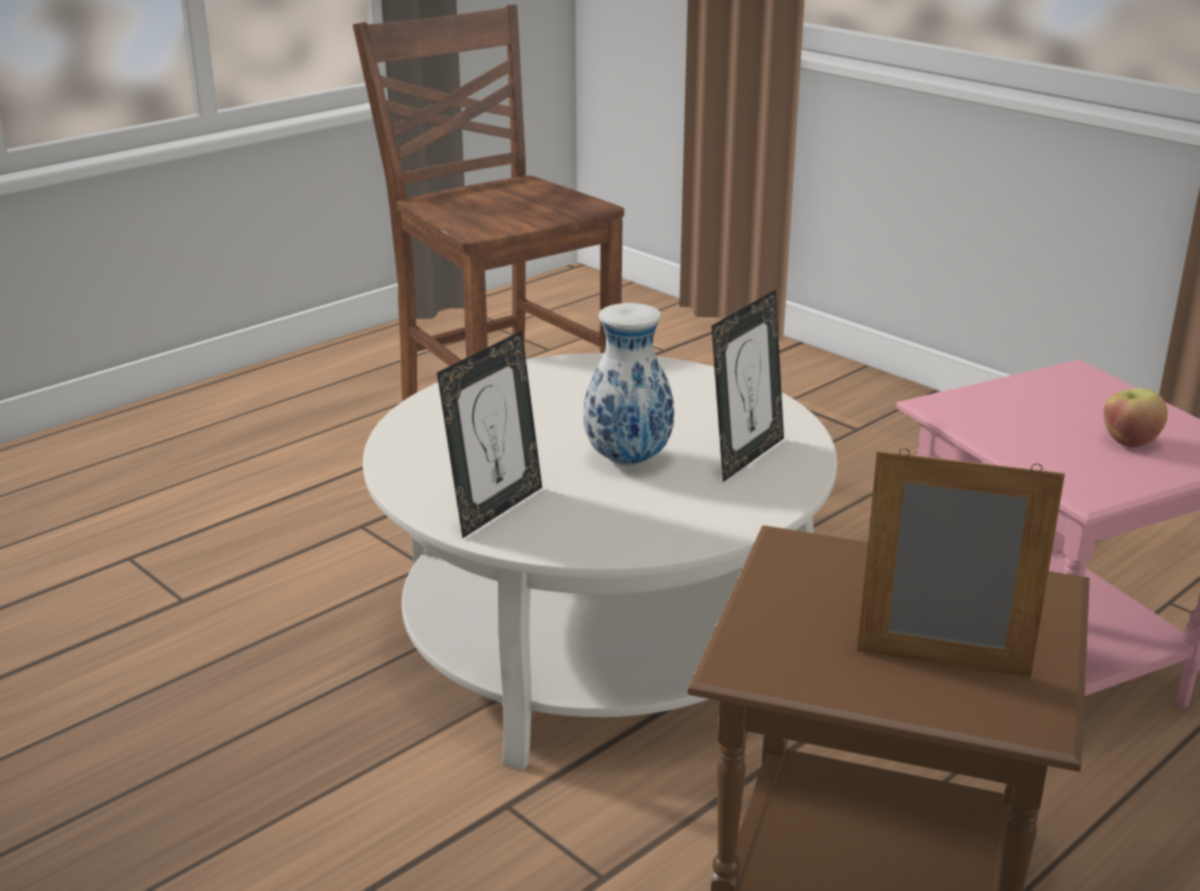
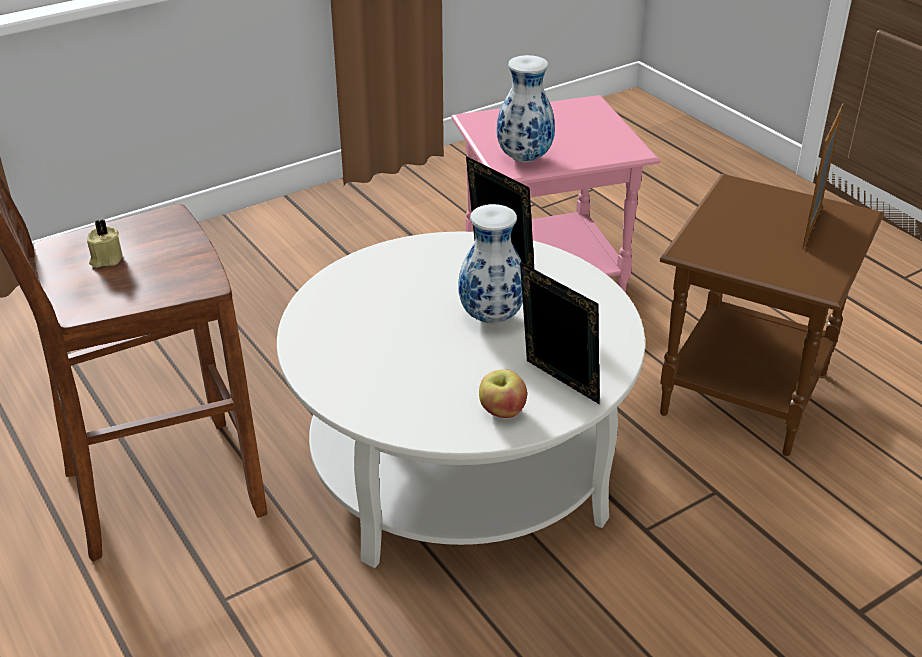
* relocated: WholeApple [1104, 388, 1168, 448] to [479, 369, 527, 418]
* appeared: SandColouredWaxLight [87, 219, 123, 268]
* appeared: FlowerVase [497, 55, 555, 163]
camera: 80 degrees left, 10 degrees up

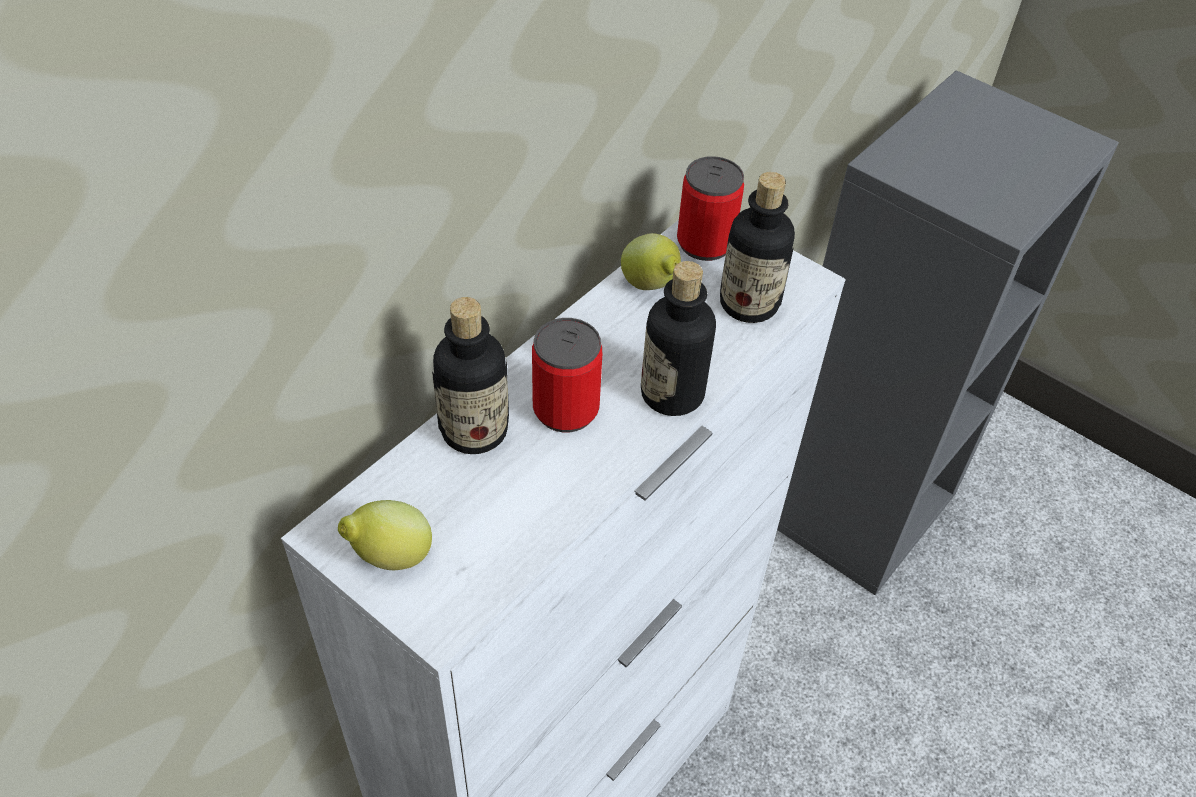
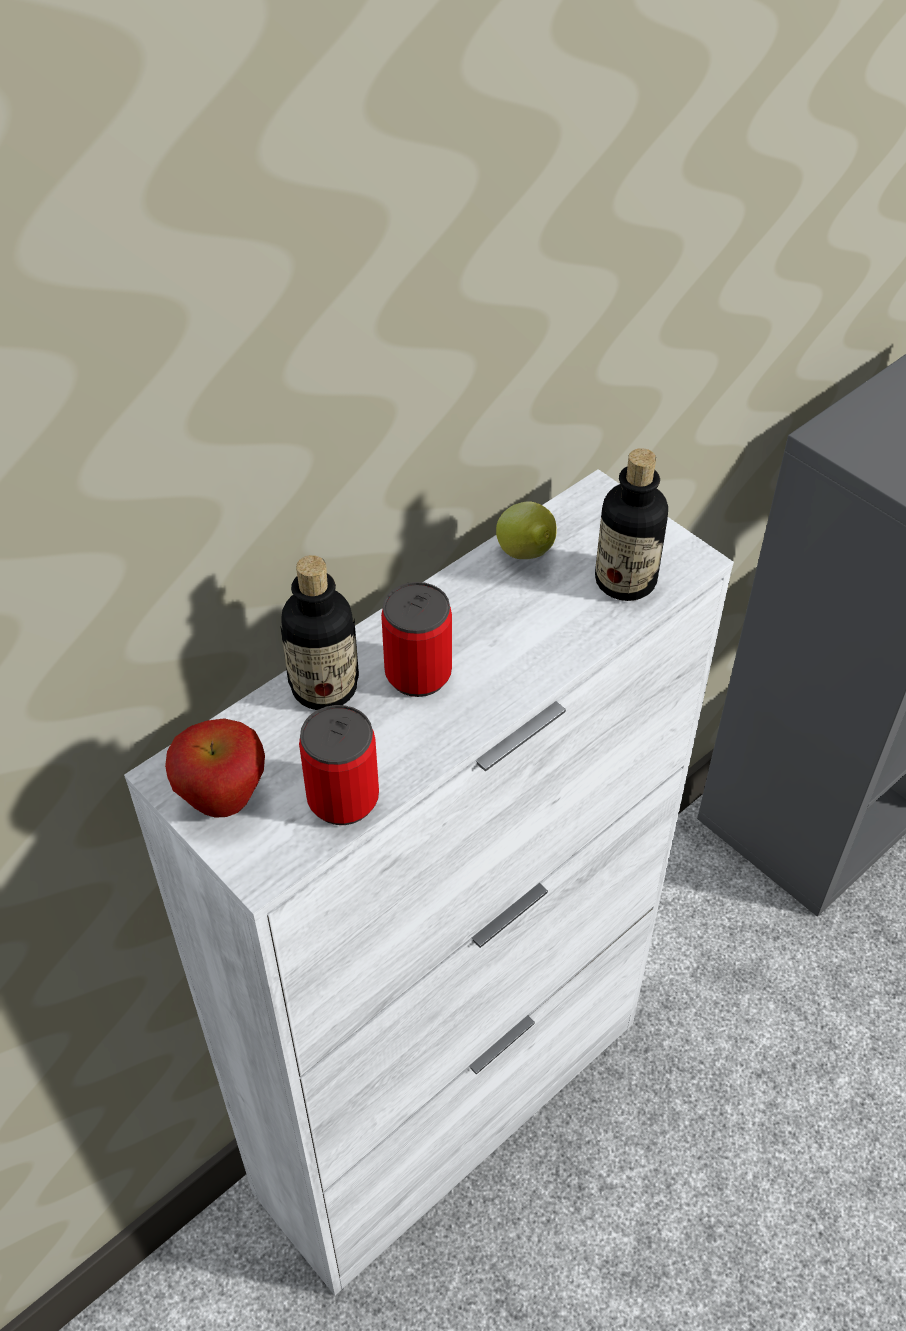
* exchanged: Lemon [338, 500, 432, 570] to WholeApple [165, 718, 265, 818]
* missing: Bottle [641, 261, 716, 416]
* relocated: MetalCan [677, 156, 744, 261] to [299, 705, 379, 825]
camera: 10 degrees right, 0 degrees up

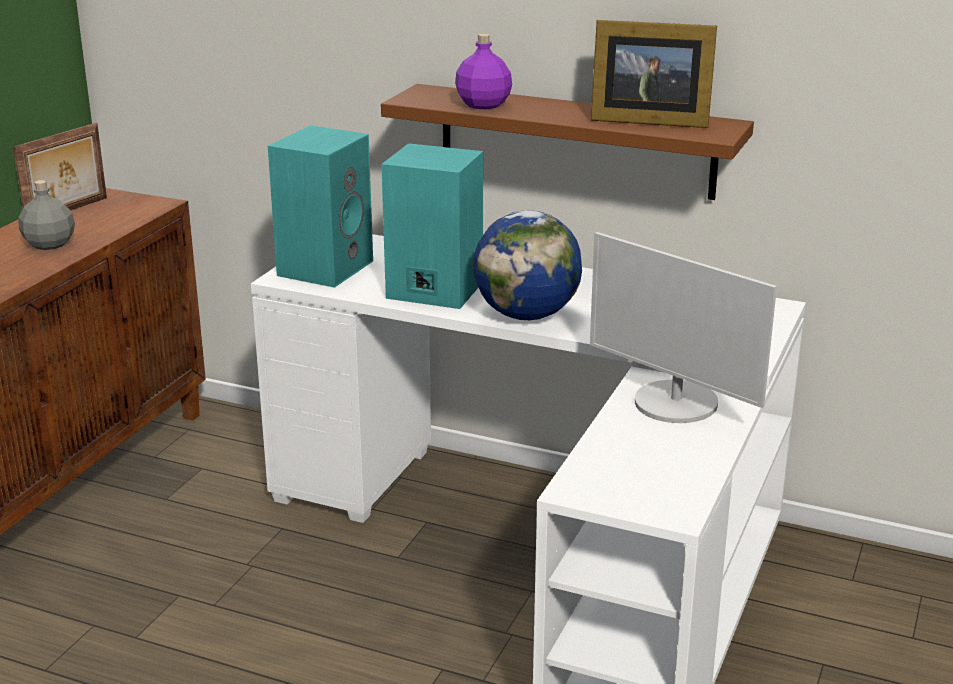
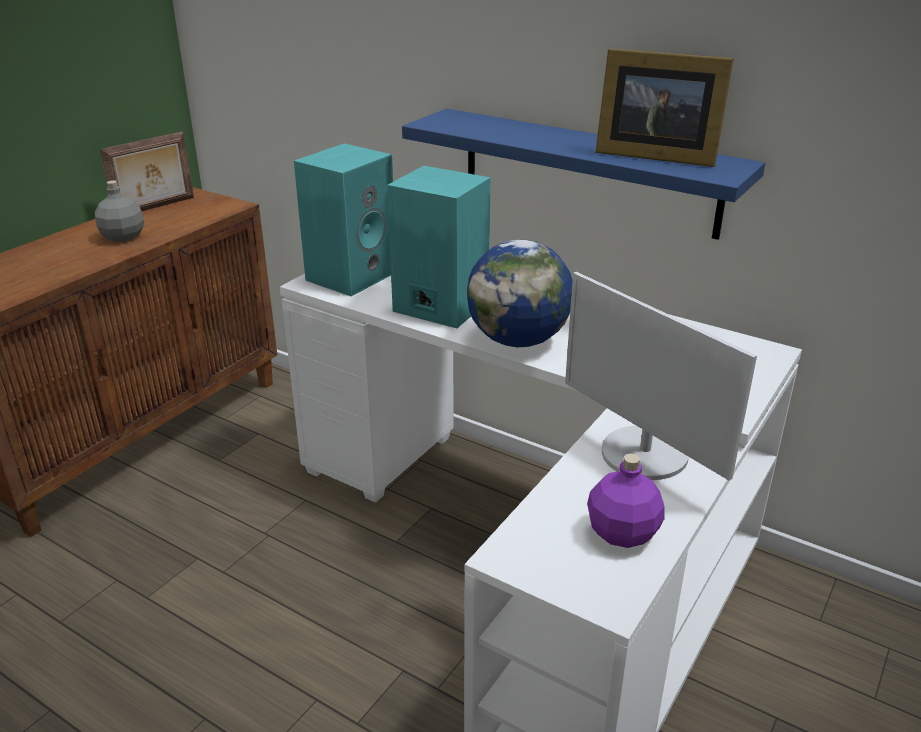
* colour: BrownColouredBracketShelf [381, 84, 754, 200] to BluishBracketShelf [402, 109, 765, 240]
* relocated: PurplishBottle [455, 34, 512, 109] to [587, 453, 665, 548]
camera: 10 degrees right, 5 degrees up

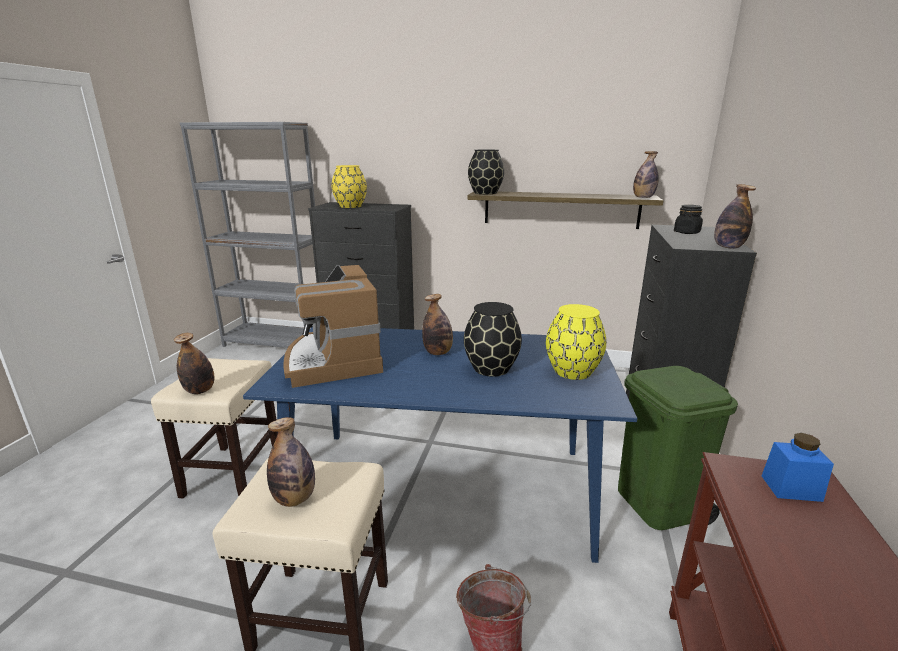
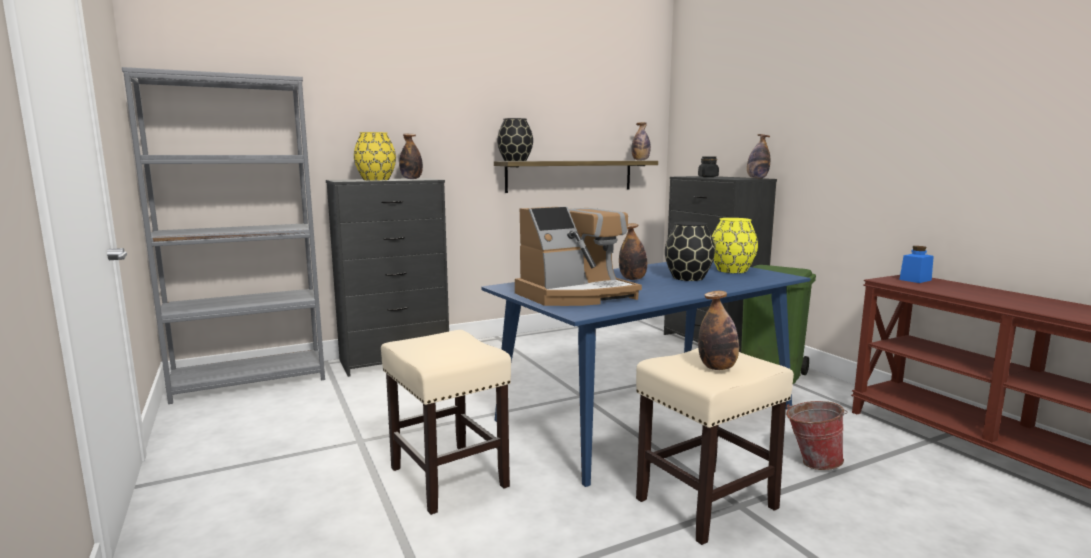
* relocated: Bottle [174, 333, 214, 394] to [399, 133, 423, 179]
* spun: CoffeeMachine [283, 265, 383, 388] = [515, 207, 642, 306] 60 degrees counterclockwise
camera: 40 degrees left, 10 degrees down

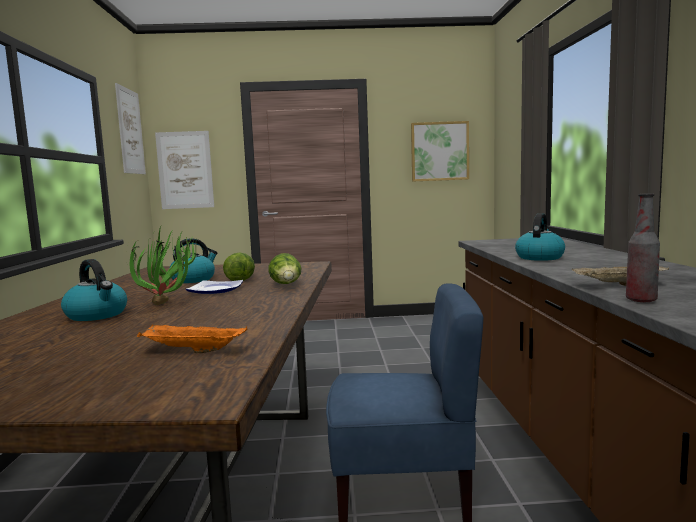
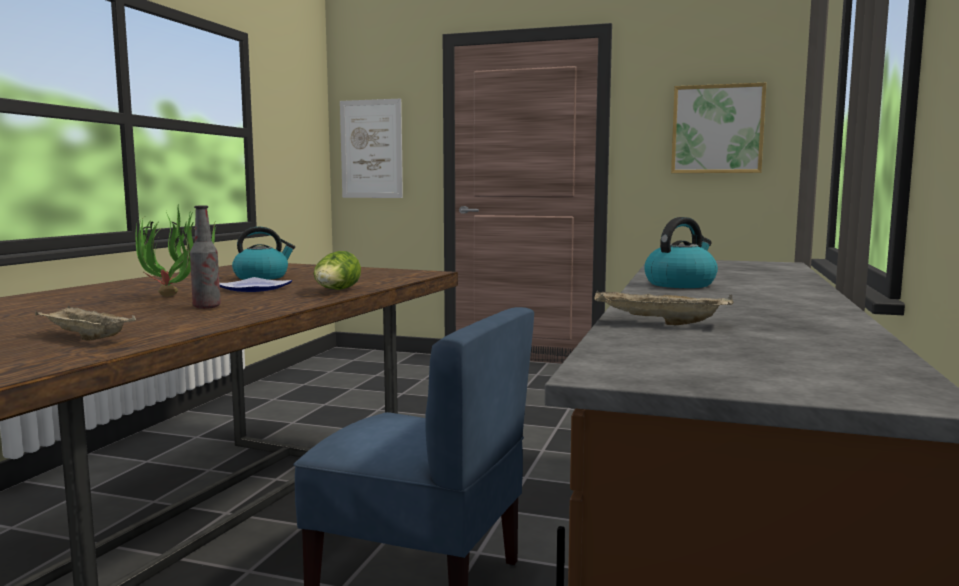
* missing: TeaKettle [61, 259, 127, 321]
* missing: WallArt [115, 83, 146, 174]
* colour: OrangeyTray [137, 324, 248, 353] to SandColouredTray [35, 305, 136, 341]
* missing: HeadOfLettuce [223, 252, 255, 281]
* relocated: Bottle [626, 194, 660, 302] to [190, 206, 221, 309]
camera: 20 degrees right, 0 degrees up

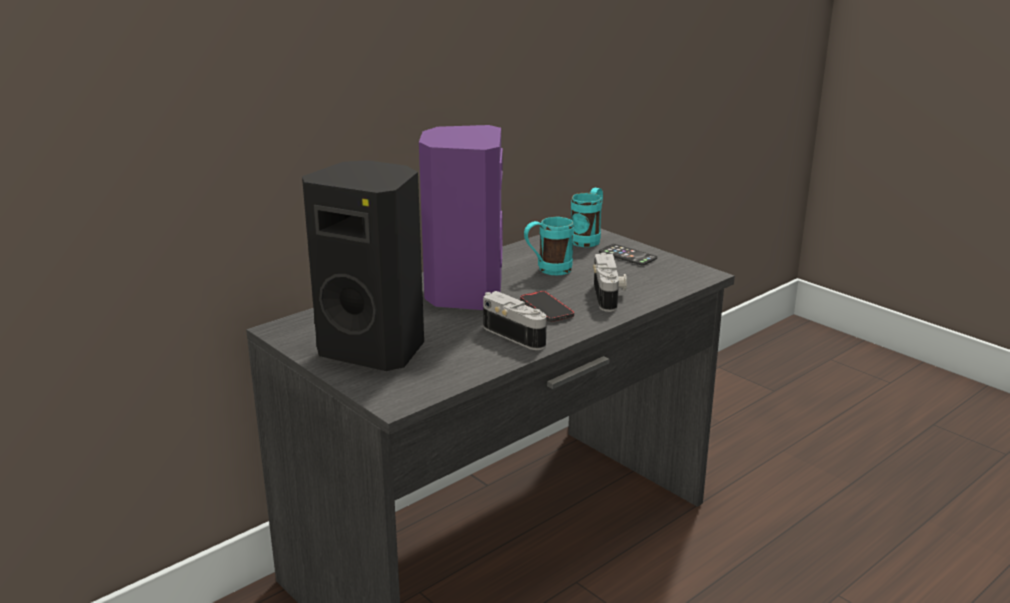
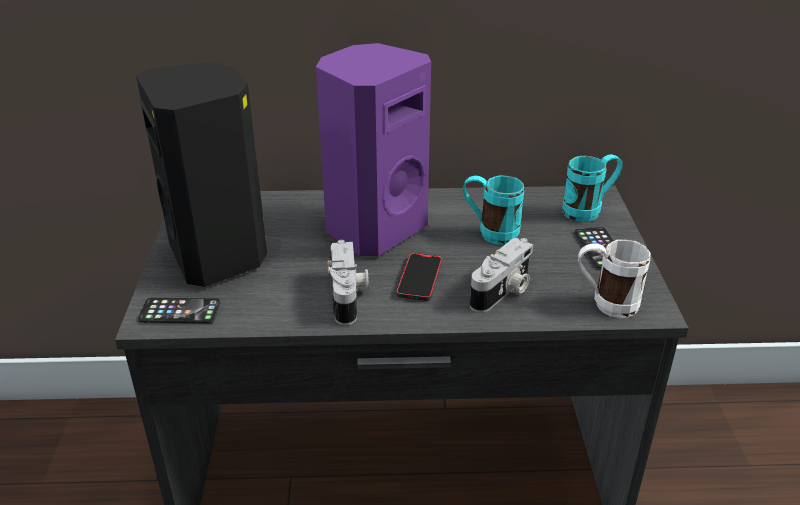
* appeared: Telephone [138, 298, 221, 323]
* appeared: WhiteColouredTeaMug [578, 239, 651, 318]
camera: 40 degrees right, 10 degrees up

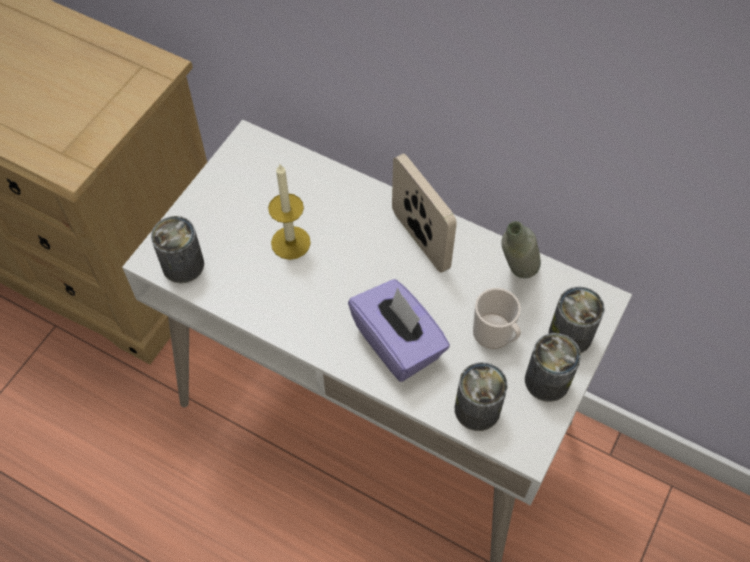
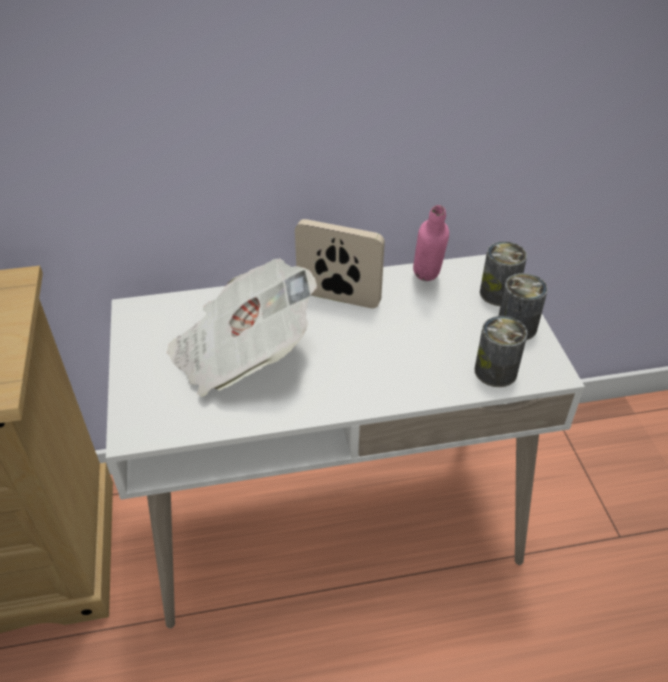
* missing: MetalCan [151, 216, 204, 283]
* exchanged: WaxLight [268, 163, 311, 260] to DailyPaper [167, 258, 317, 397]
* missing: PurplishTissueHolder [348, 279, 450, 382]
* missing: TeaMug [473, 288, 521, 349]
* colour: GrayBottle [501, 221, 541, 278] to PinkColouredBottle [413, 205, 449, 281]
camera: 40 degrees left, 15 degrees down

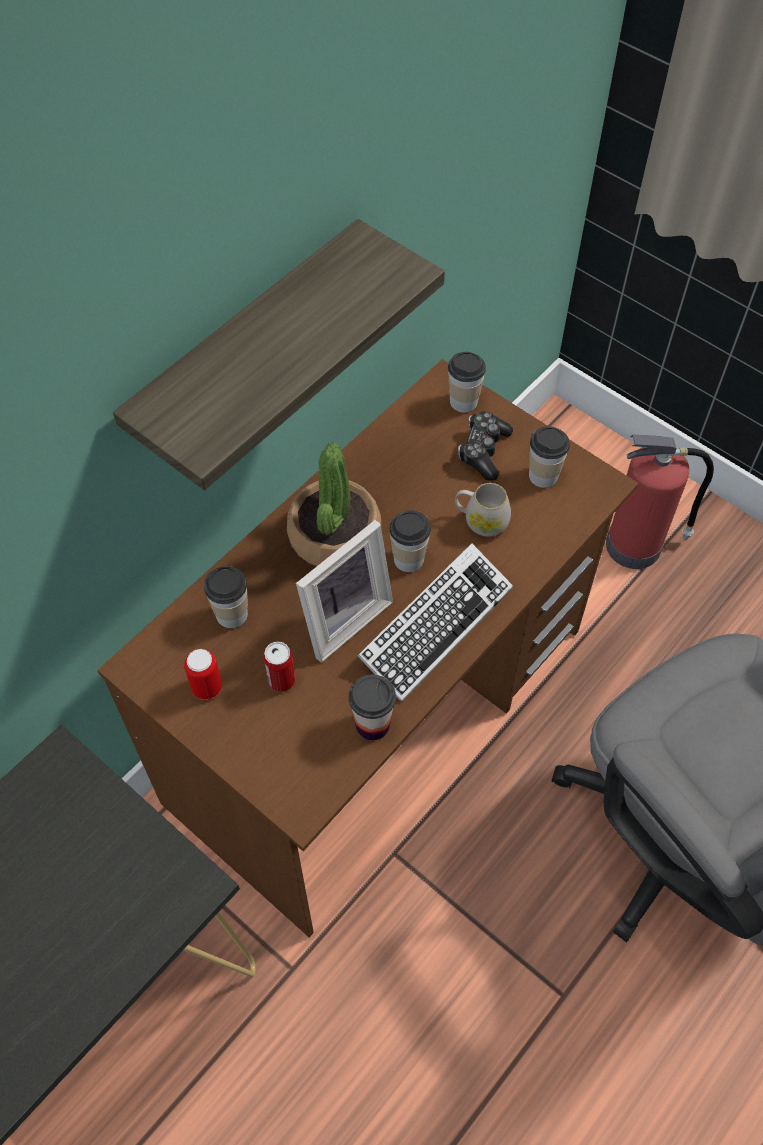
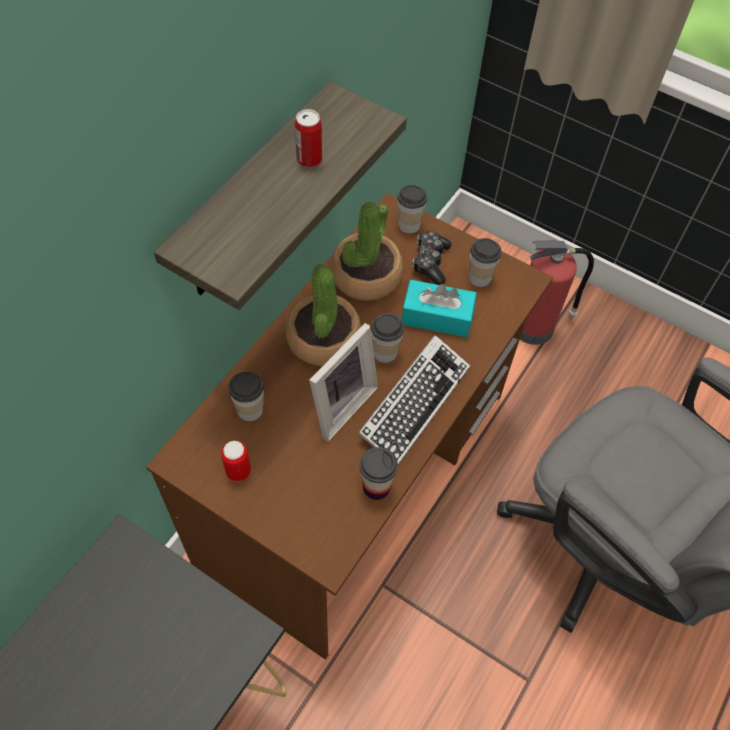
* relocated: MetalCan [264, 642, 295, 692] to [295, 109, 322, 167]
* exchanged: WhiteColouredTeaMug [455, 483, 511, 536] to BlueGreenTissueHolder [402, 280, 477, 337]
* appeared: Houseplant [331, 202, 403, 301]
camera: 10 degrees left, 0 degrees up

